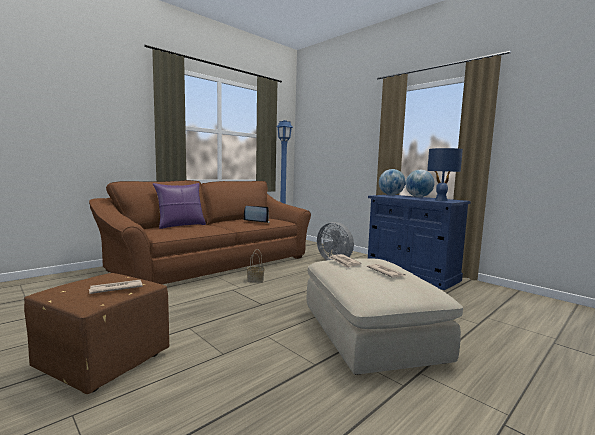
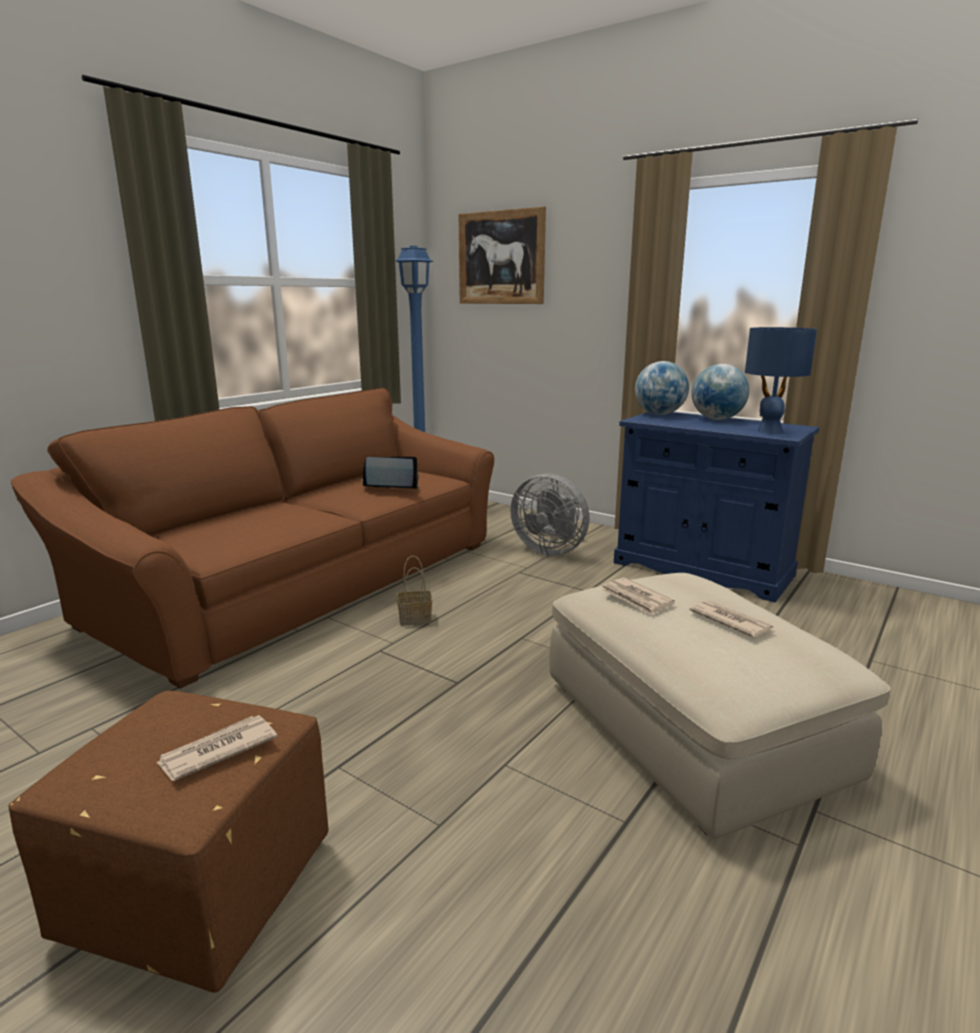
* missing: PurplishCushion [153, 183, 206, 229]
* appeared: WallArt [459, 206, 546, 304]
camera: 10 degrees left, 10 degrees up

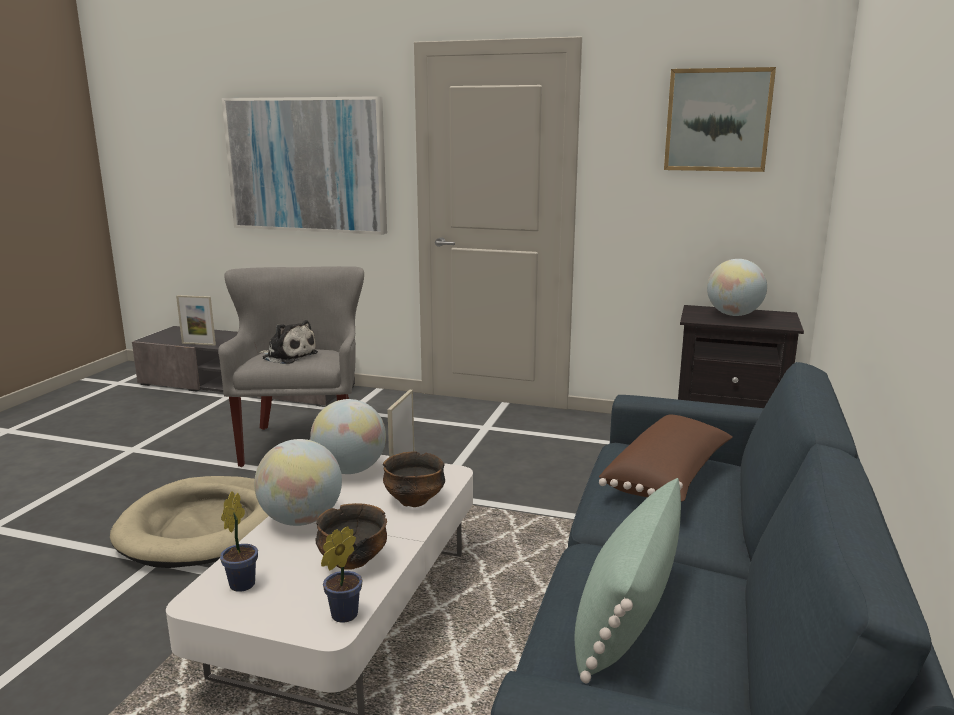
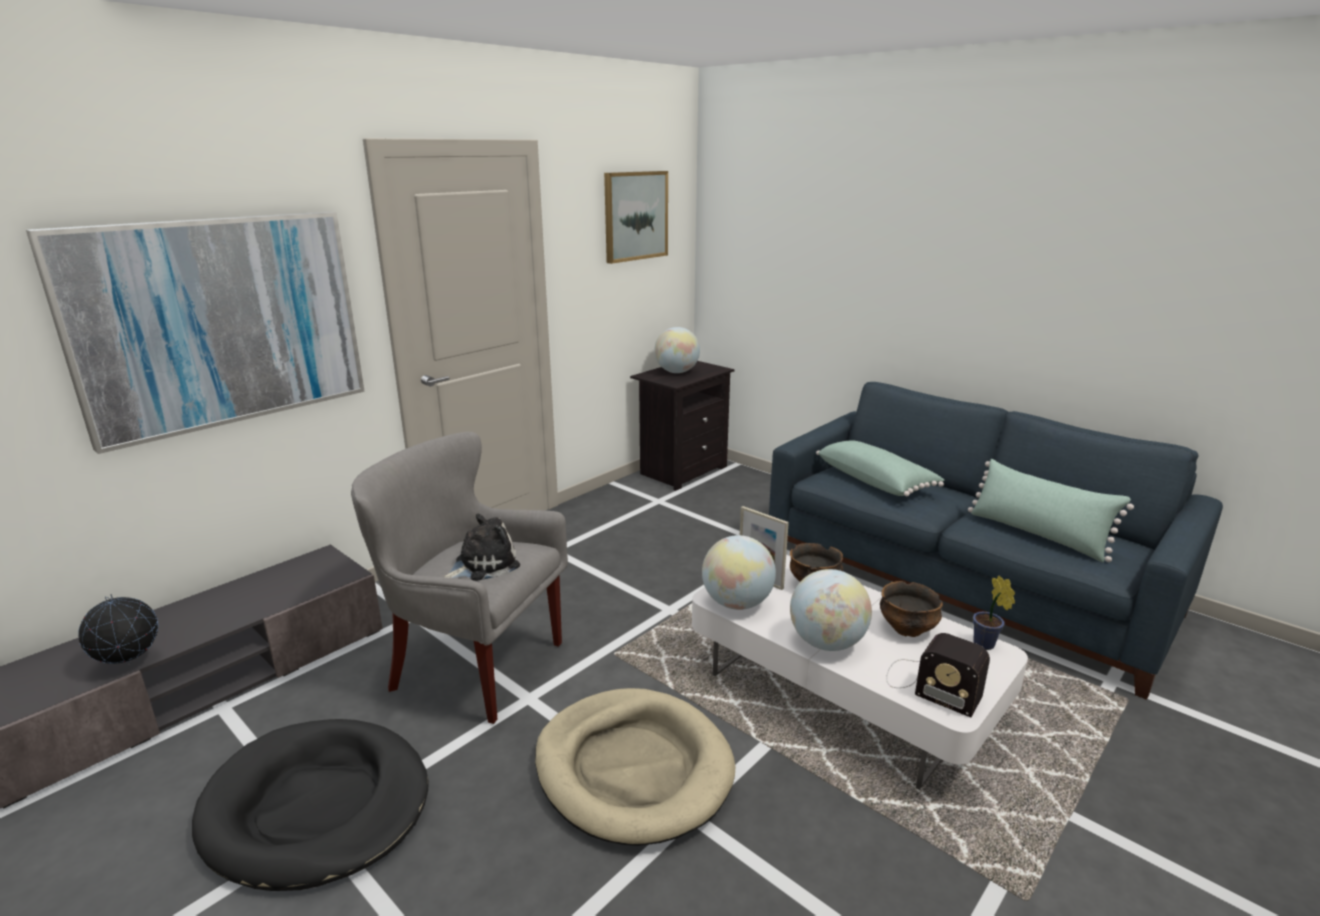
* exchanged: PictureFrame [176, 295, 216, 345] to Globe [78, 594, 158, 665]
* exchanged: Houseplant [220, 491, 258, 592] to RadioReceiver [886, 633, 990, 717]
* colour: BrownColouredCushion [599, 414, 733, 502] to GreenCushion [816, 441, 944, 496]
* appeared: BlackishPetBed [192, 719, 428, 891]
camera: 65 degrees left, 5 degrees up

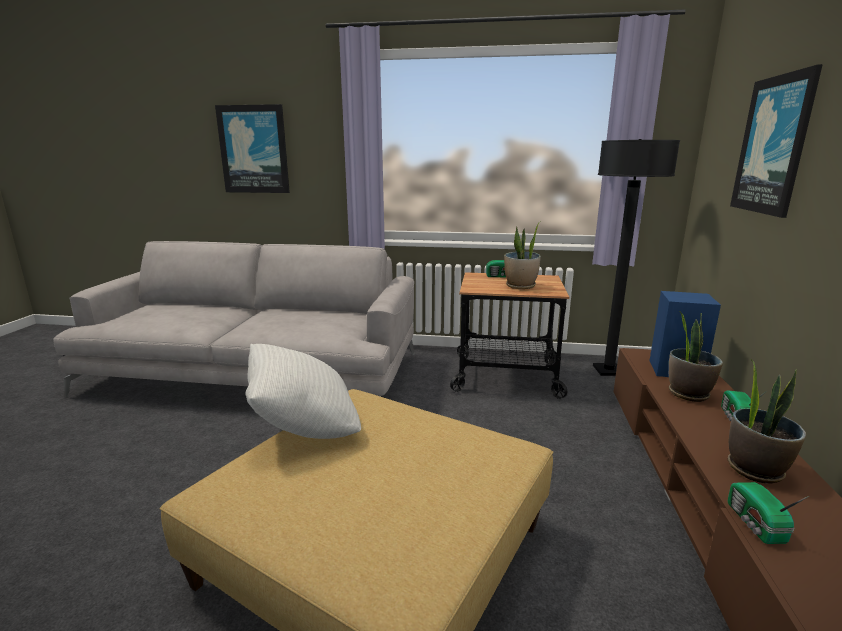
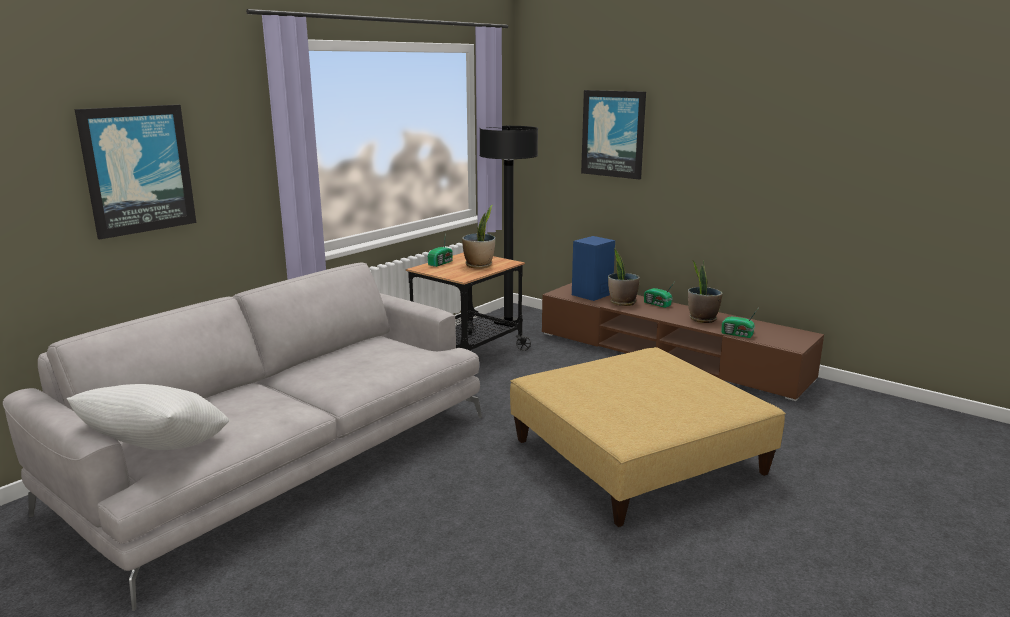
* relocated: WhiteColouredCushion [245, 344, 361, 439] to [66, 384, 229, 450]
camera: 60 degrees left, 0 degrees up

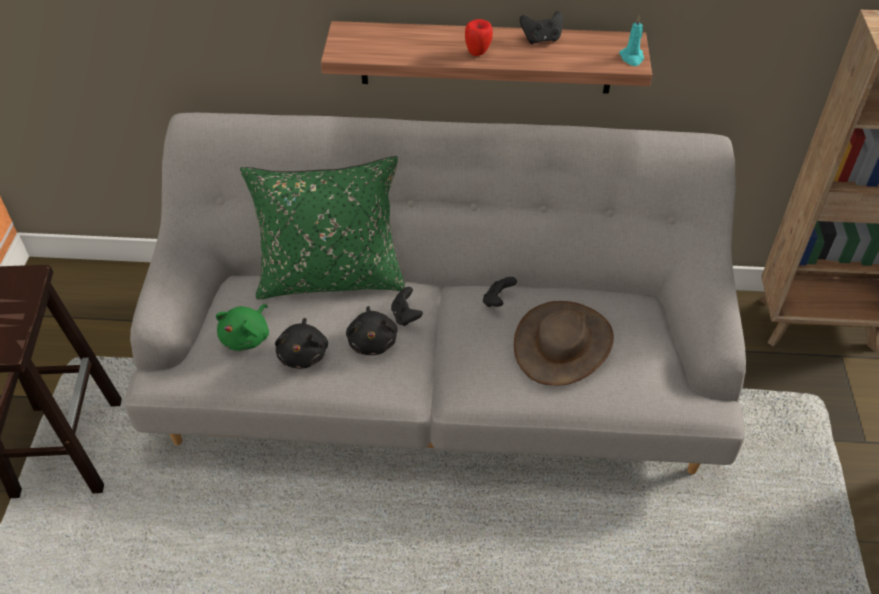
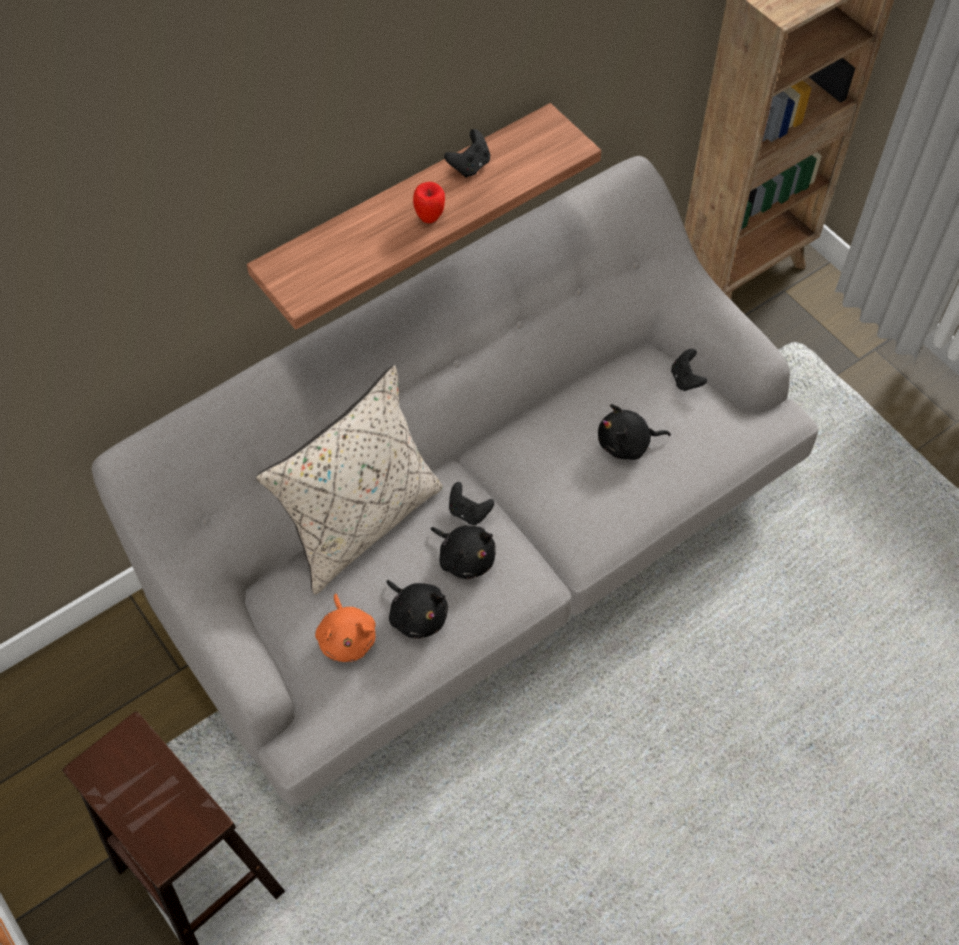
* colour: GreenPlushToy [216, 304, 269, 351] to OrangeyPlushToy [315, 594, 376, 662]
* colour: GreenCushion [240, 156, 405, 300] to SandColouredCushion [256, 365, 443, 595]
* relocated: BlackishJoypad [483, 277, 517, 307] to [671, 349, 707, 391]
* exchanged: BrownColouredWearableHat [514, 301, 614, 386] to BlackishPlushToy [598, 404, 671, 460]
* missing: BlueGreenWaxLight [619, 16, 644, 66]
camera: 40 degrees left, 10 degrees up

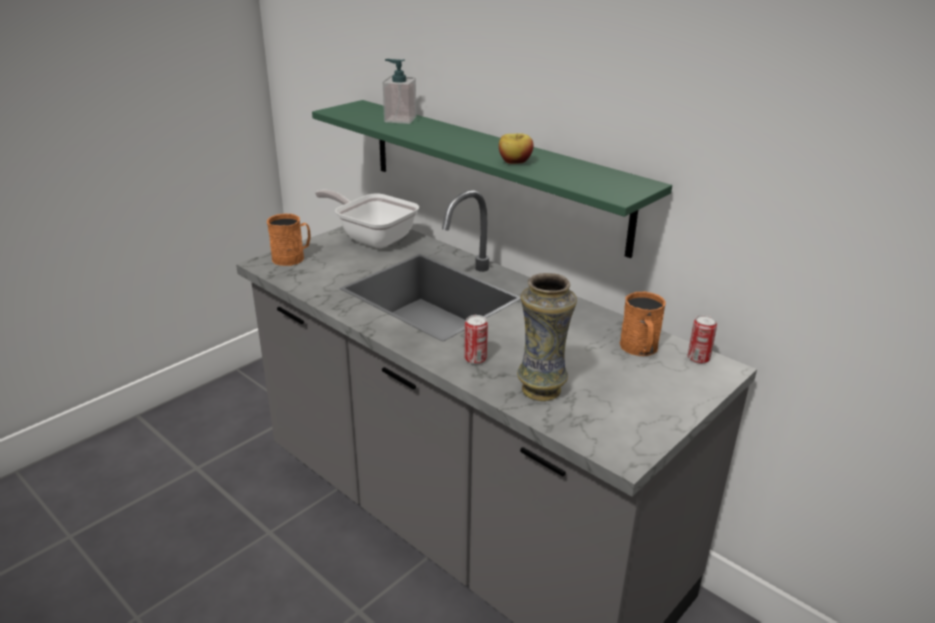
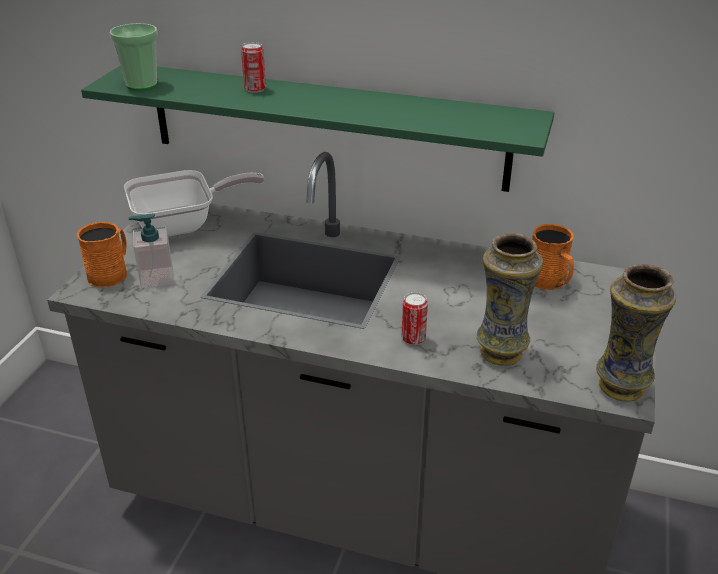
* spun: Skillet [315, 190, 419, 248] = [124, 170, 265, 237] 150 degrees clockwise
* relocated: SoapDispenser [383, 59, 417, 124] to [129, 213, 174, 288]
* missing: WholeApple [499, 133, 533, 164]
* relocated: MetalCan [688, 315, 717, 364] to [241, 42, 266, 93]
* appeared: SmallCup [109, 23, 158, 91]
* appeared: FlowerVase [596, 264, 676, 402]
camera: 25 degrees left, 5 degrees up

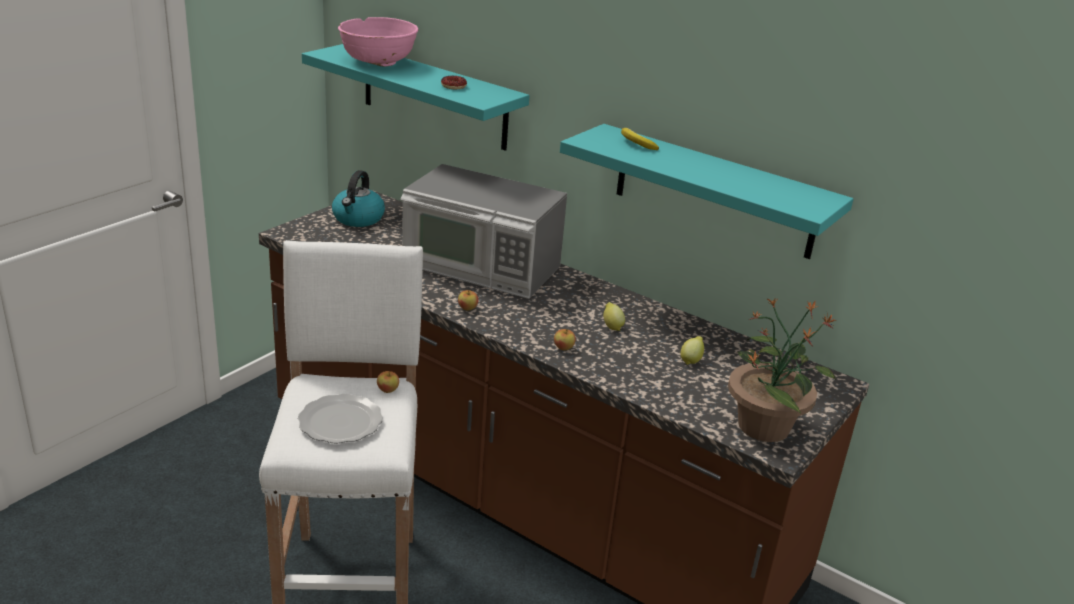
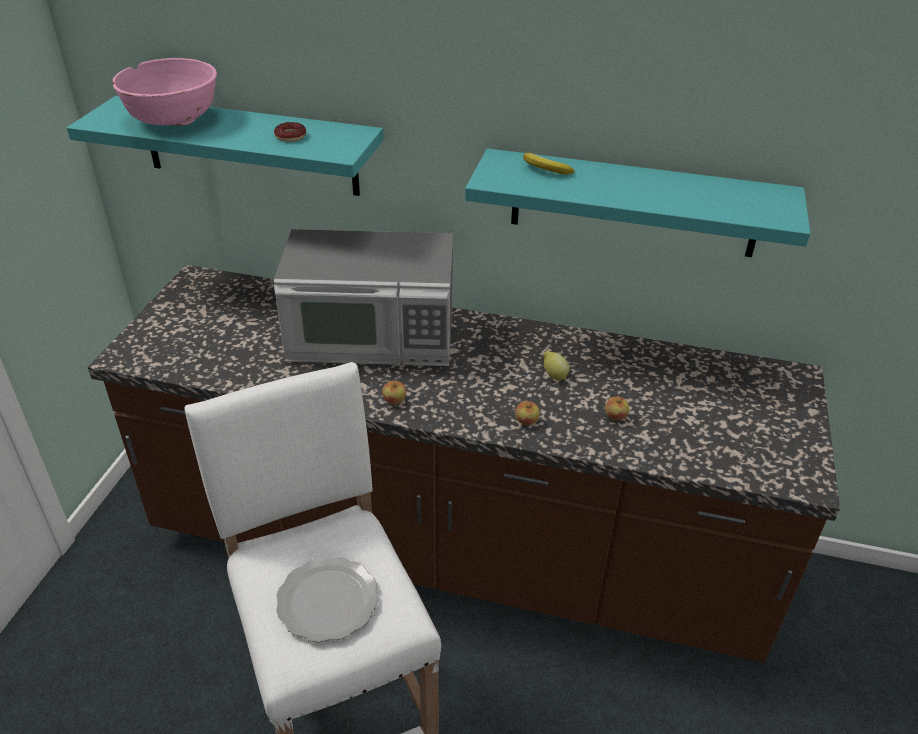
* missing: TeaKettle [332, 170, 385, 227]
* relocated: WholeApple [377, 371, 399, 393] to [605, 396, 629, 421]
* missing: Lemon [680, 336, 704, 365]
* missing: Houseplant [728, 298, 836, 442]
camera: 20 degrees left, 10 degrees up

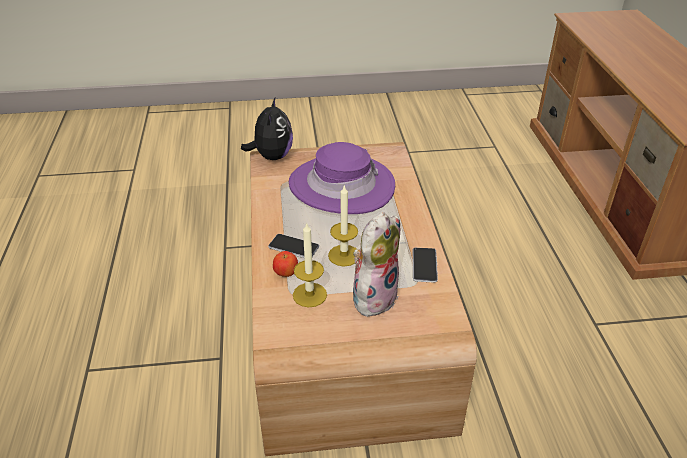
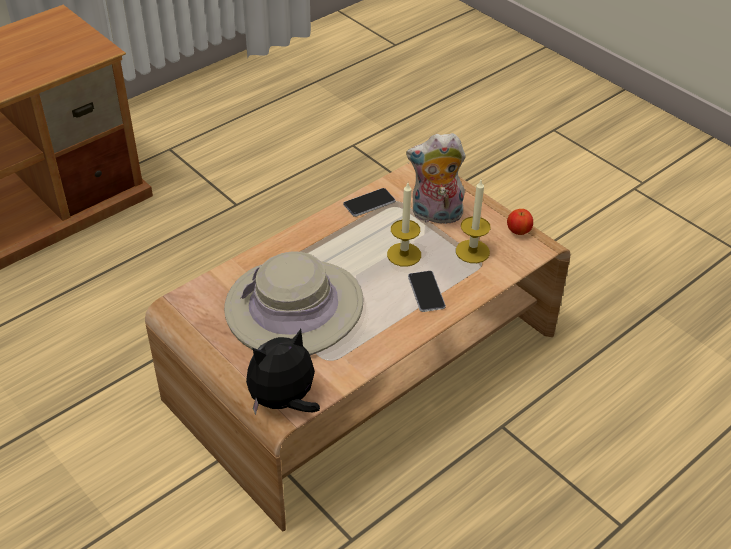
* relocated: WholeApple [273, 251, 298, 277] to [507, 209, 533, 235]
* colour: PurplishWearableHat [289, 142, 395, 214] to SandColouredWearableHat [224, 251, 363, 355]
camera: 125 degrees left, 5 degrees up

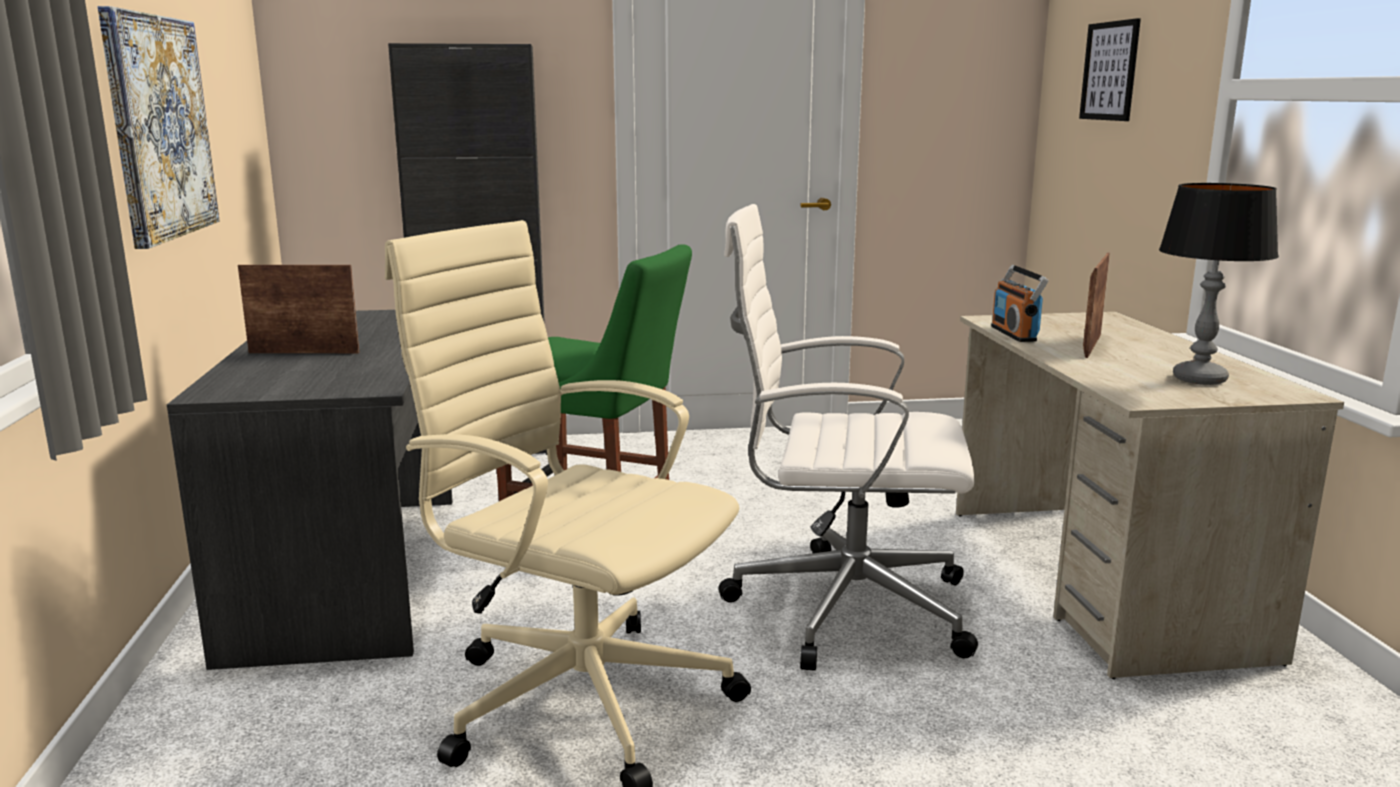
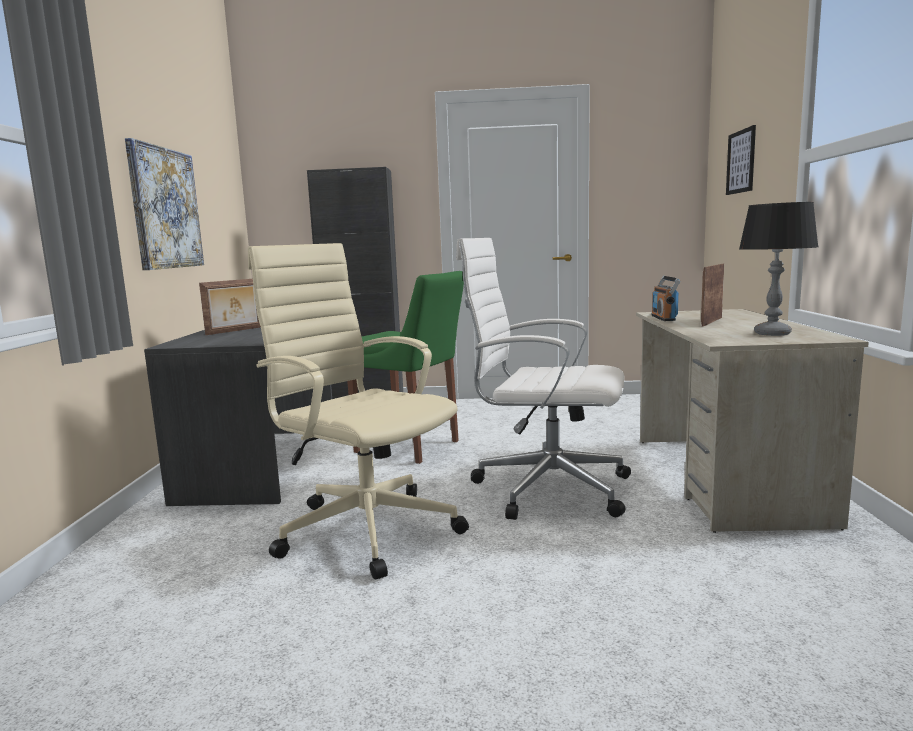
* spun: PictureFrame [238, 265, 360, 353] = [199, 279, 261, 335] 120 degrees clockwise
camera: 10 degrees right, 5 degrees down

